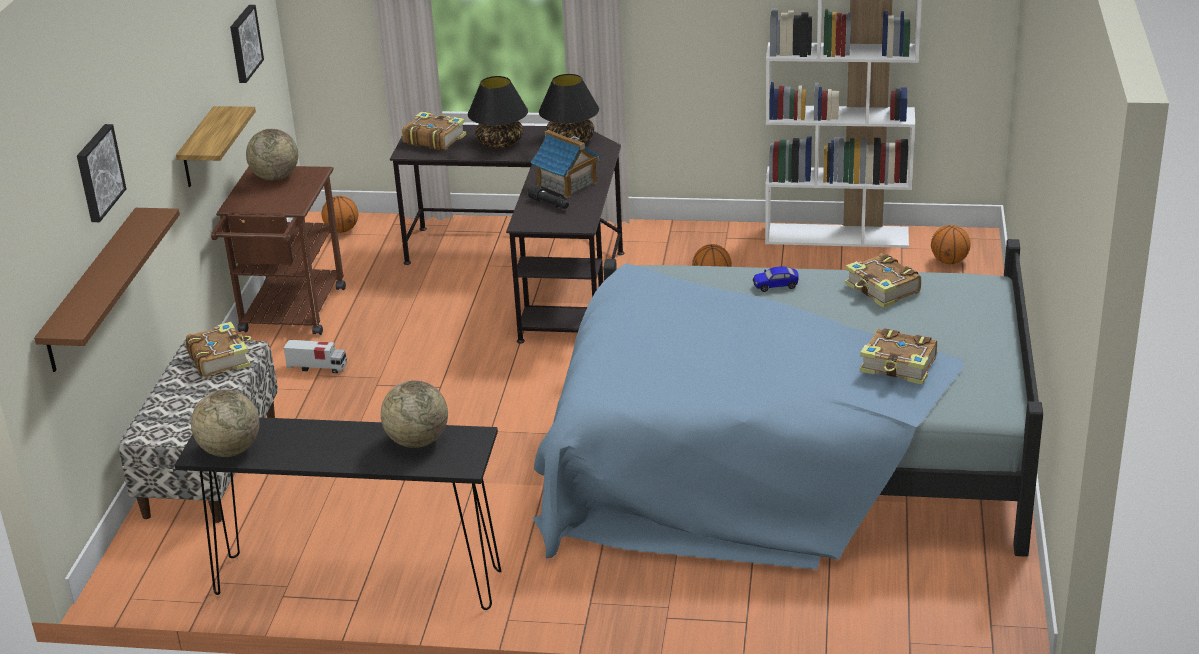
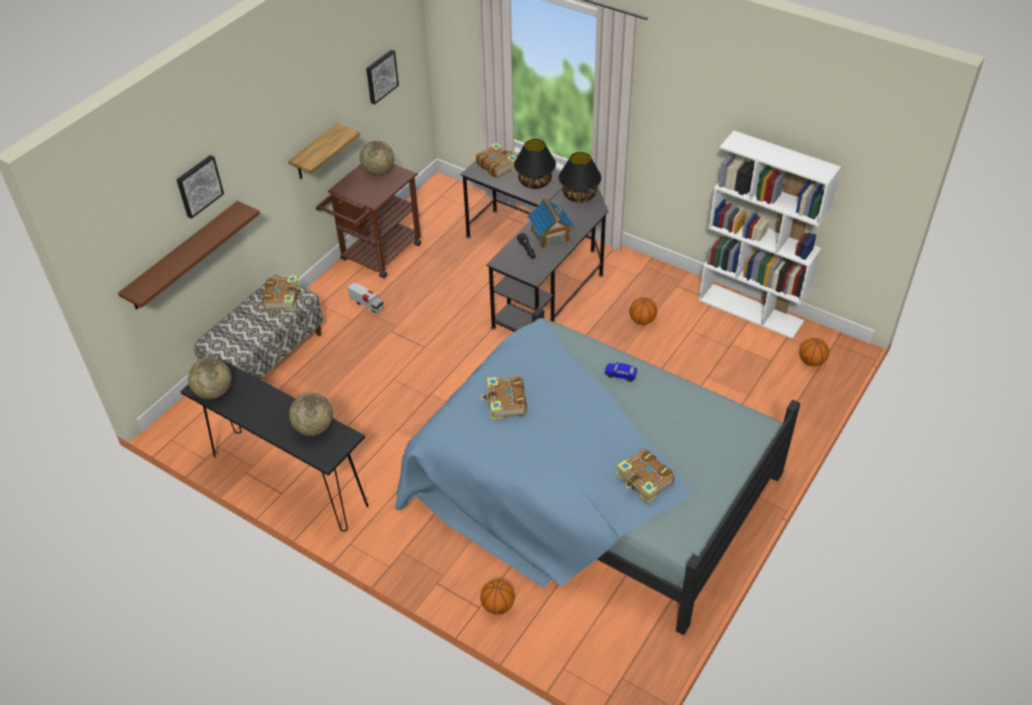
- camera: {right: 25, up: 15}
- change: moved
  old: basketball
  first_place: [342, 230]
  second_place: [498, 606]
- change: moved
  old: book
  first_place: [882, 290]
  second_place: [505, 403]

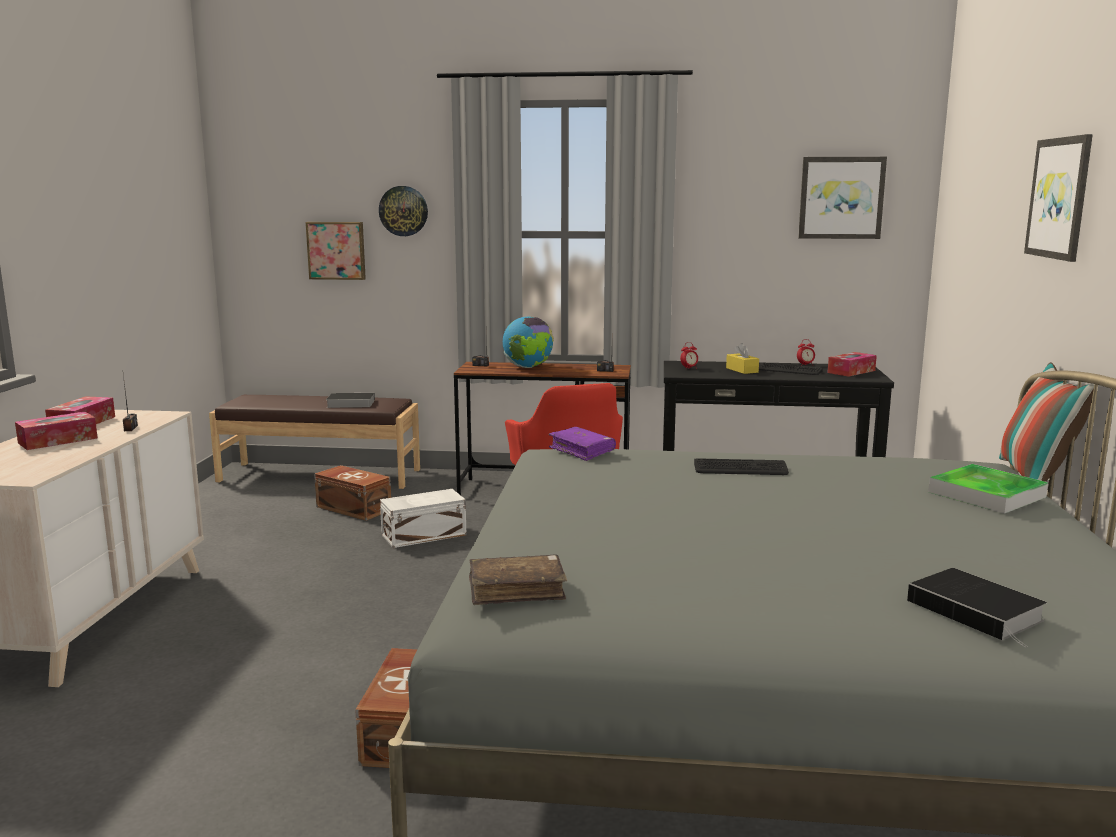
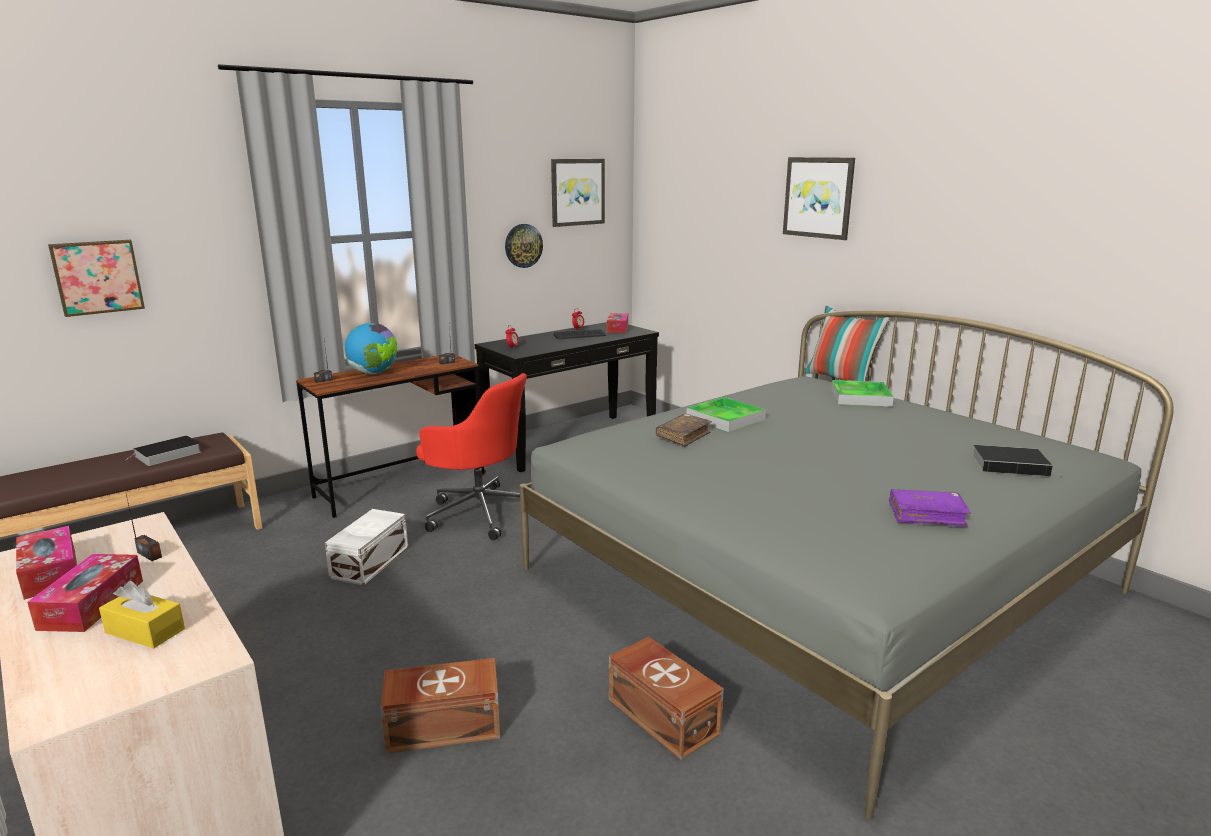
- camera: {right: -45, up: 5}
- change: moved
  old: wall clock
  first_place: [403, 211]
  second_place: [523, 245]
- change: moved
  old: yellow tissue box
  first_place: [742, 370]
  second_place: [145, 631]
- change: moved
  old: purple book
  first_place: [582, 451]
  second_place: [926, 515]
- change: replaced
  old: keyboard
  new: tray
  first_place: [740, 469]
  second_place: [725, 418]
- change: moved
  old: brown storage box
  first_place: [353, 508]
  second_place: [442, 725]
- change: moved
  old: brown book
  first_place: [516, 590]
  second_place: [683, 436]

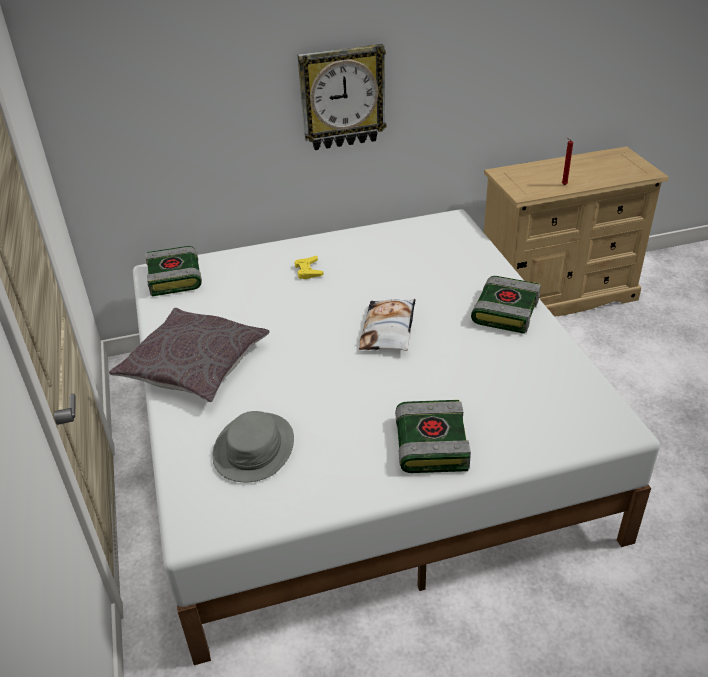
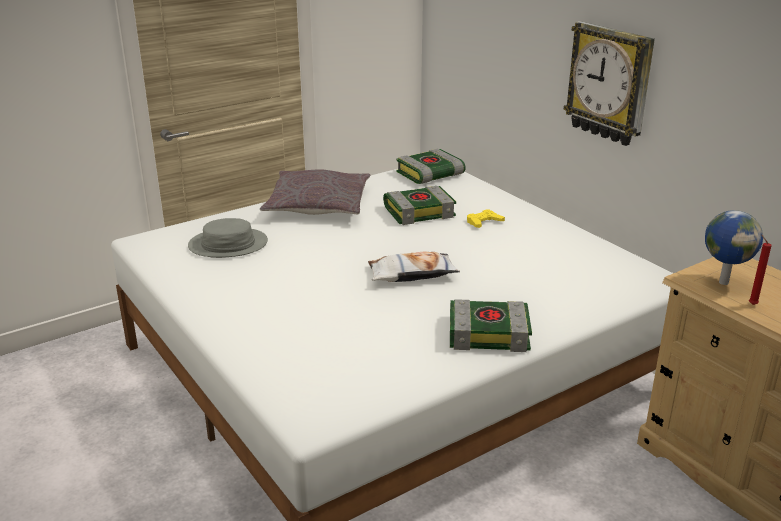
- camera: {right: 70, up: -10}
- change: moved
  old: book
  first_place: [430, 443]
  second_place: [419, 211]
- change: added
  new: globe
  second_place: [723, 282]

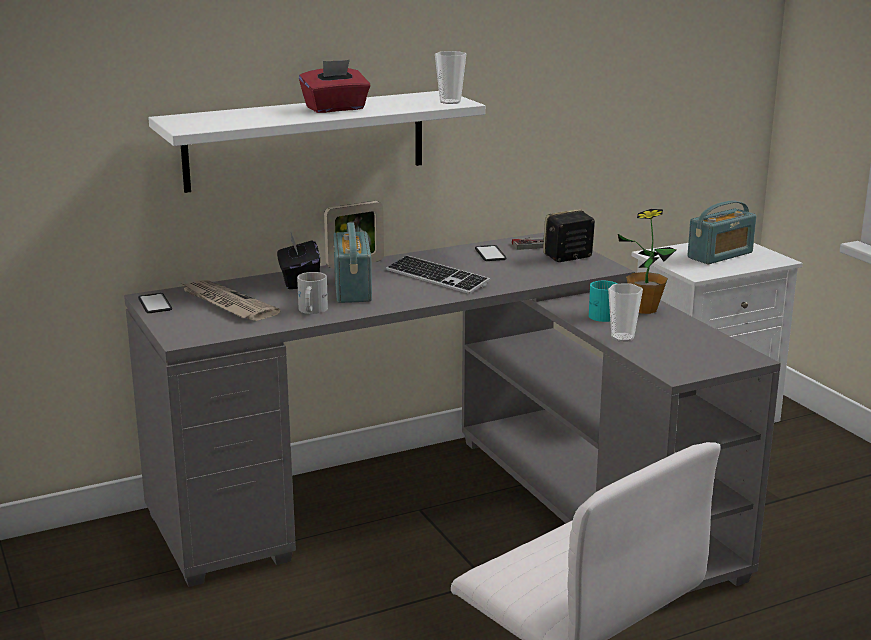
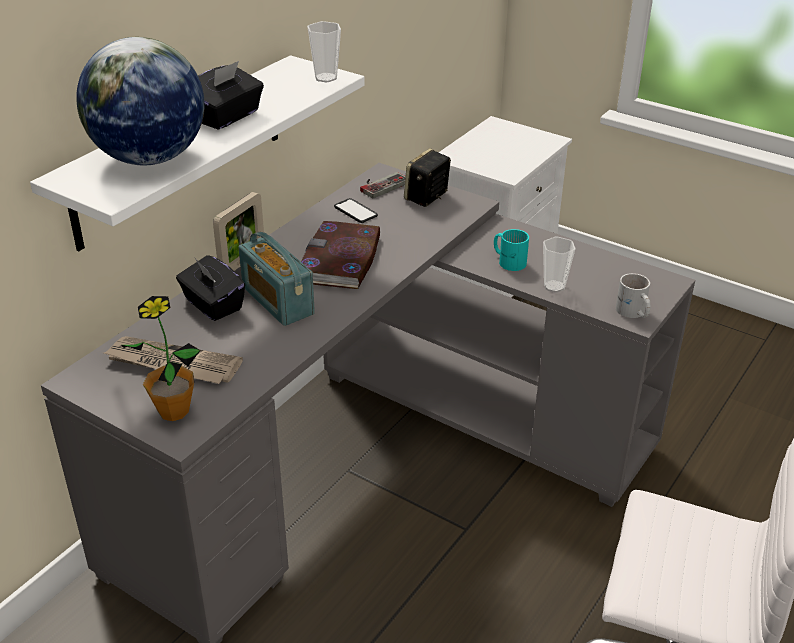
- camera: {right: -30, up: 15}
- change: recoloured
  old: red tissue box
  new: black tissue box
  first_place: [335, 109]
  second_place: [227, 117]
- change: removed
  old: radio
  first_place: [720, 255]
- change: moved
  old: potted plant
  first_place: [645, 309]
  second_place: [174, 411]
- change: replaced
  old: keyboard
  new: book
  first_place: [437, 277]
  second_place: [340, 260]
- change: moved
  old: white mug
  first_place: [310, 310]
  second_place: [632, 313]
- change: removed
  old: phone
  first_place: [155, 304]
- change: added
  new: globe
  second_place: [149, 158]

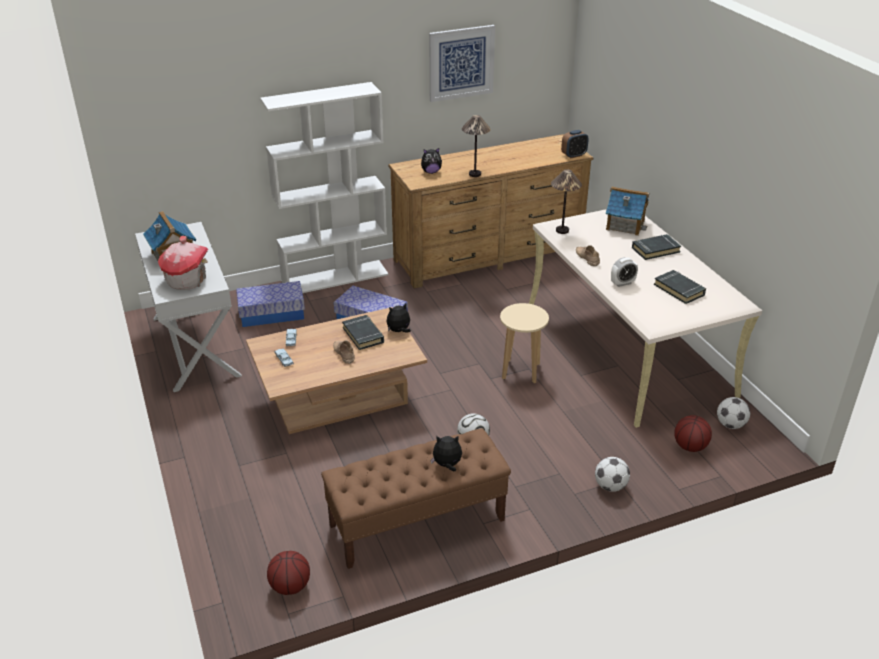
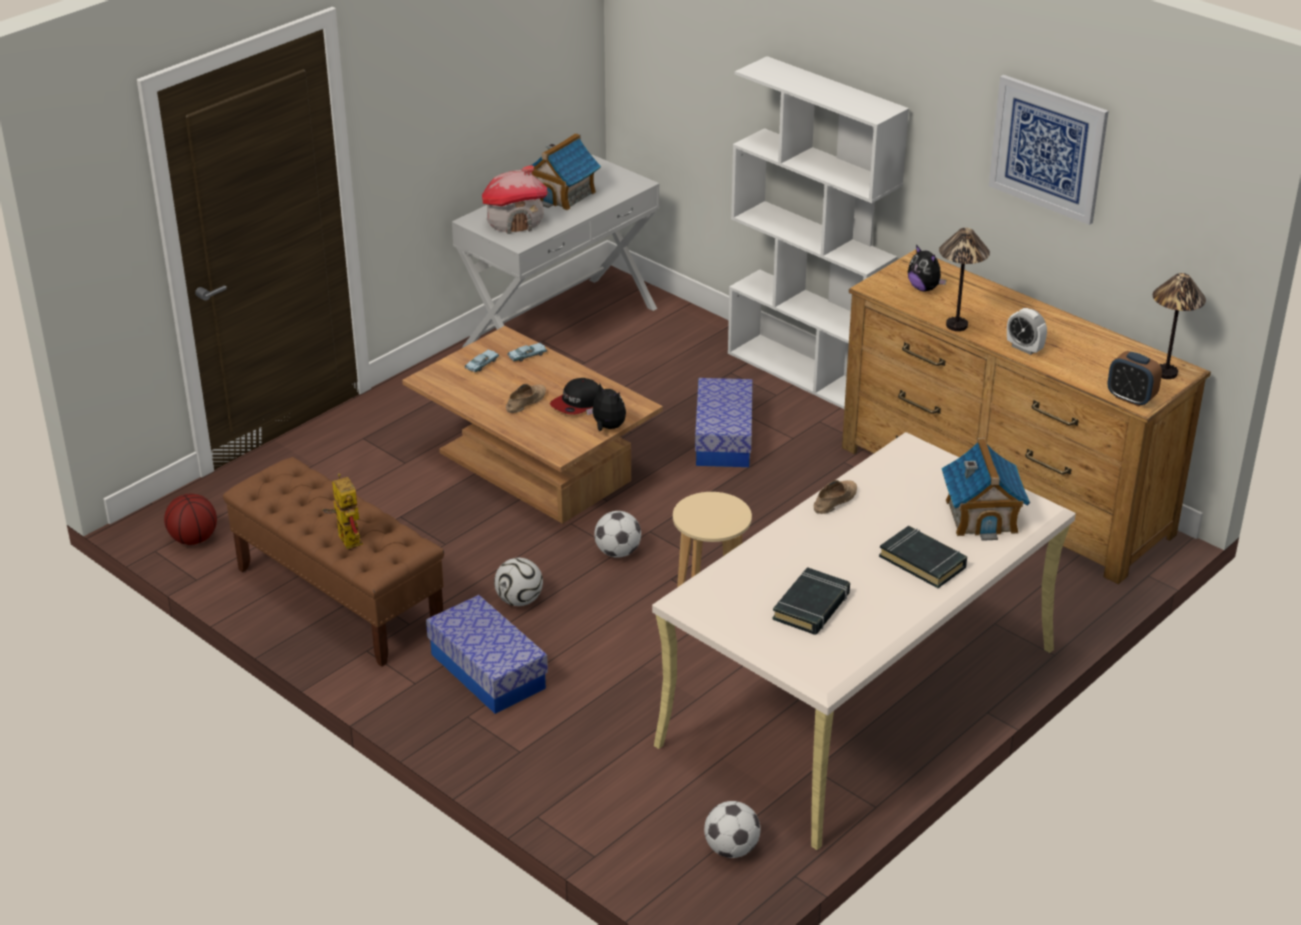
- camera: {right: 65, up: 0}
- change: moved
  old: table lamp
  first_place: [562, 231]
  second_place: [1165, 373]
- change: moved
  old: alarm clock
  first_place: [622, 283]
  second_place: [1024, 348]
- change: moved
  old: storage box
  first_place: [272, 314]
  second_place: [488, 671]
- change: replaced
  old: black book
  new: cap
  first_place: [363, 335]
  second_place: [577, 403]
- change: removed
  old: basketball
  first_place: [689, 446]
- change: replaced
  old: plush toy
  new: toy robot
  first_place: [447, 465]
  second_place: [345, 537]
- change: moved
  old: football
  first_place: [610, 486]
  second_place: [618, 552]

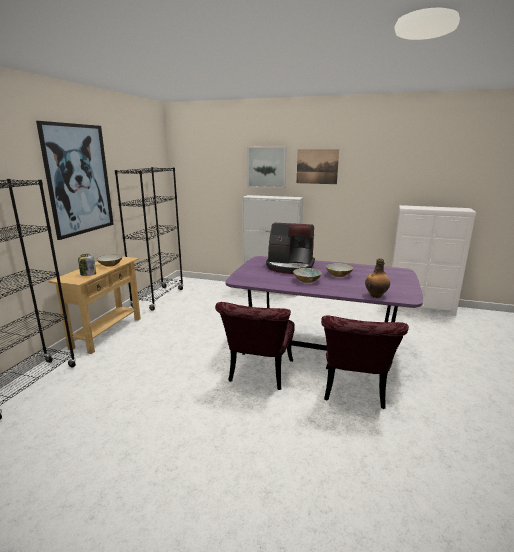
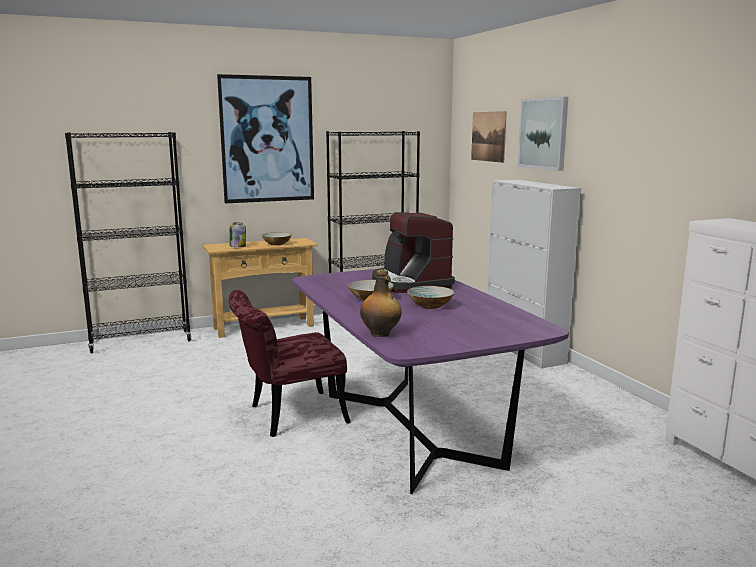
- camera: {right: 50, up: -5}
- change: moved
  old: picture
  first_place: [317, 166]
  second_place: [488, 136]
- change: removed
  old: red chair
  first_place: [354, 392]

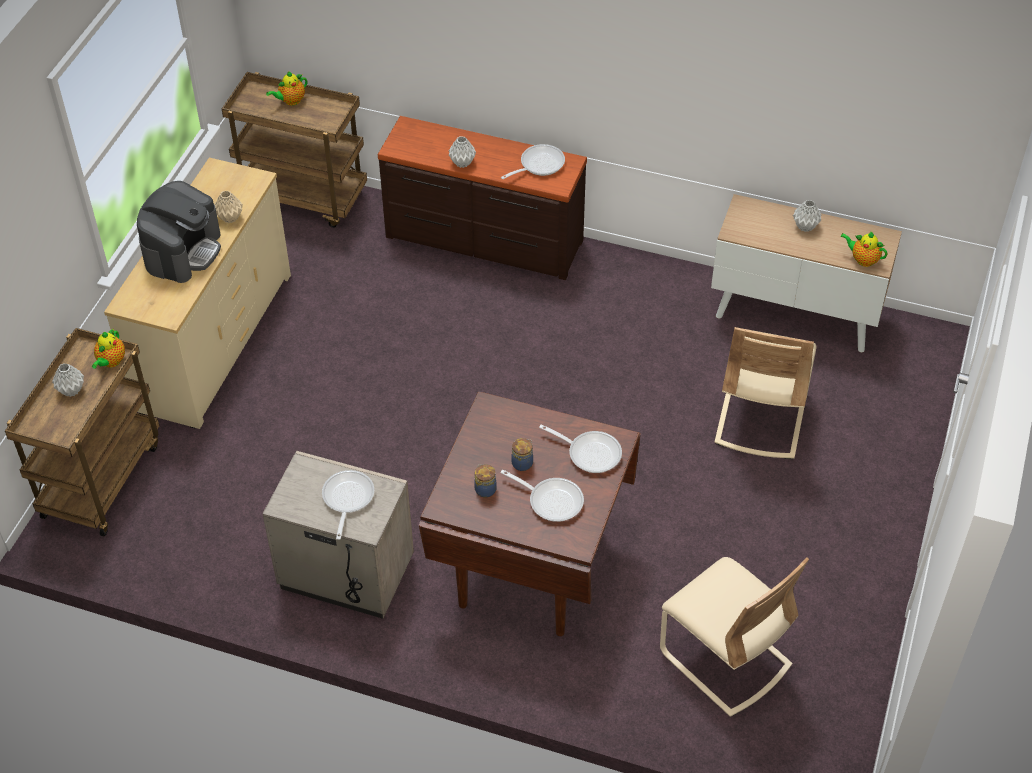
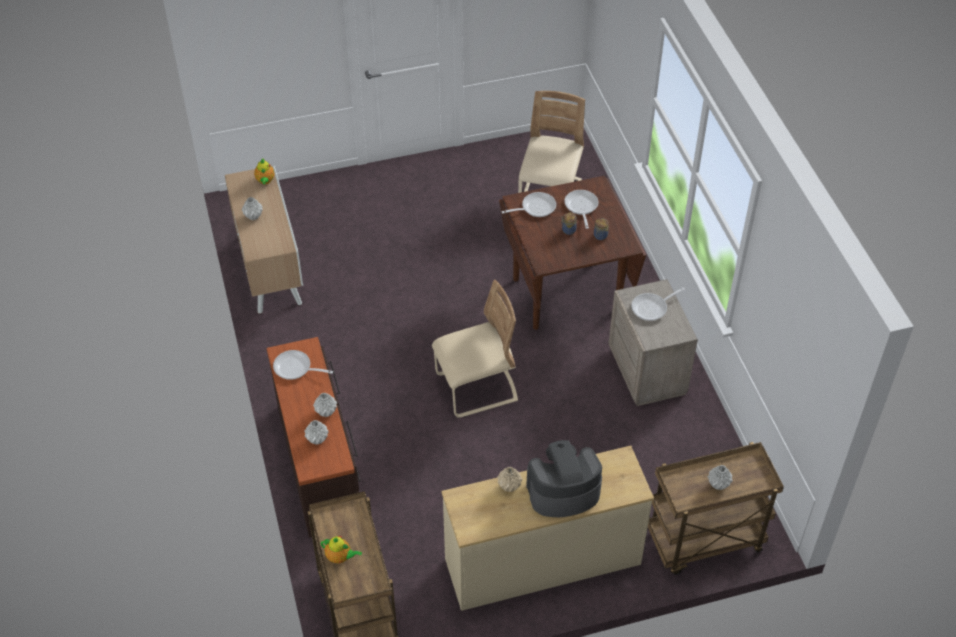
- camera: {right: -125, up: 0}
- change: moved
  old: beige chair
  first_place: [760, 418]
  second_place: [476, 388]
- change: removed
  old: teapot
  first_place: [111, 362]
- change: turned
  old: frying pan
  first_place: [590, 453]
  second_place: [535, 207]
  degrees: 75
- change: added
  new: grey vase
  second_place: [317, 439]

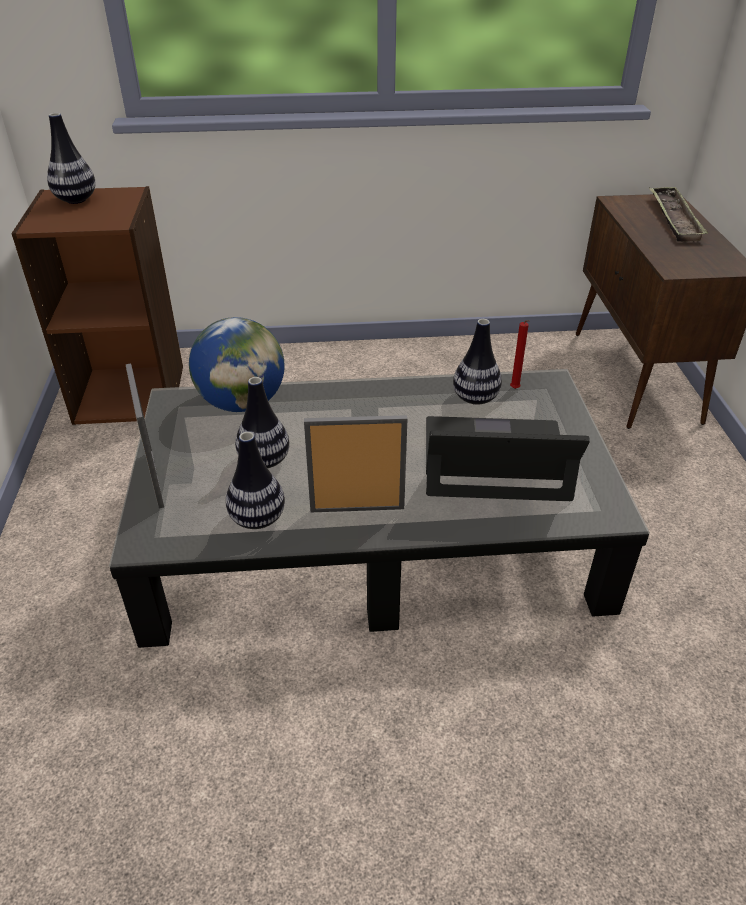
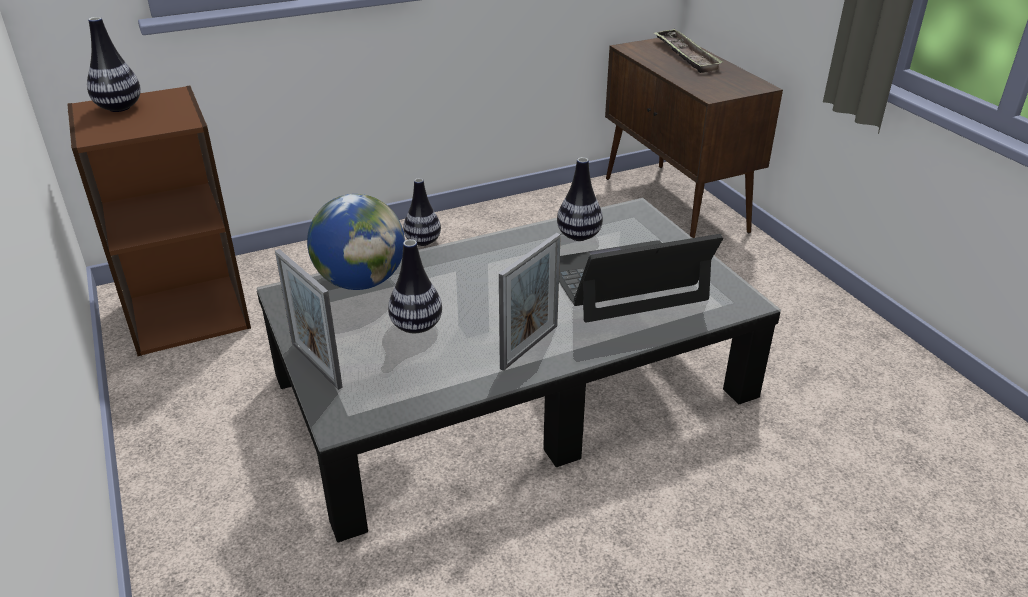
- camera: {right: -20, up: -5}
- change: removed
  old: red candle
  first_place: [515, 389]
- change: turned
  old: picture frame
  first_place: [357, 509]
  second_place: [529, 347]
  degrees: 150
- change: moved
  old: vase
  first_place: [258, 519]
  second_place: [423, 242]

